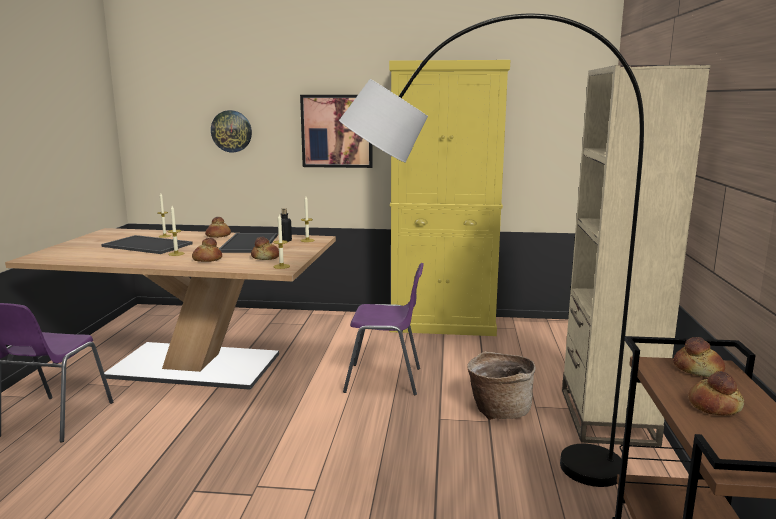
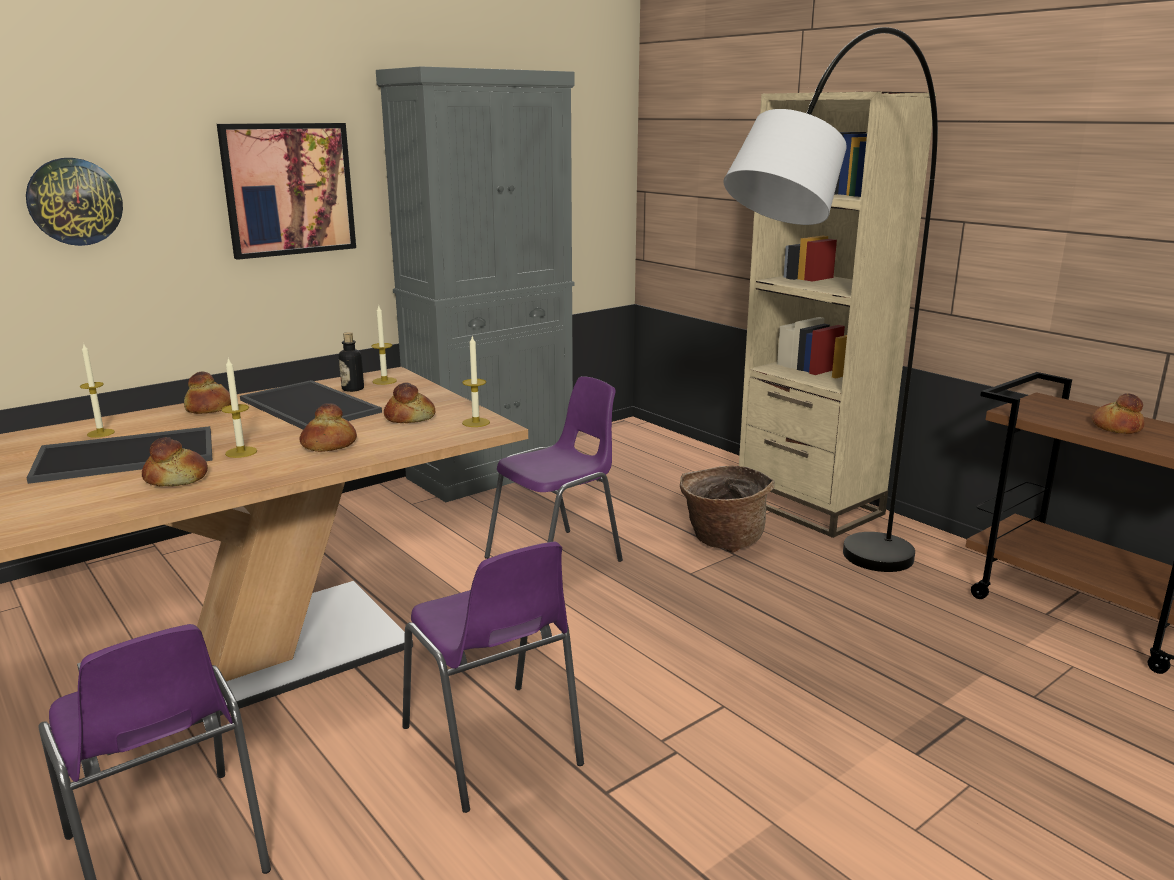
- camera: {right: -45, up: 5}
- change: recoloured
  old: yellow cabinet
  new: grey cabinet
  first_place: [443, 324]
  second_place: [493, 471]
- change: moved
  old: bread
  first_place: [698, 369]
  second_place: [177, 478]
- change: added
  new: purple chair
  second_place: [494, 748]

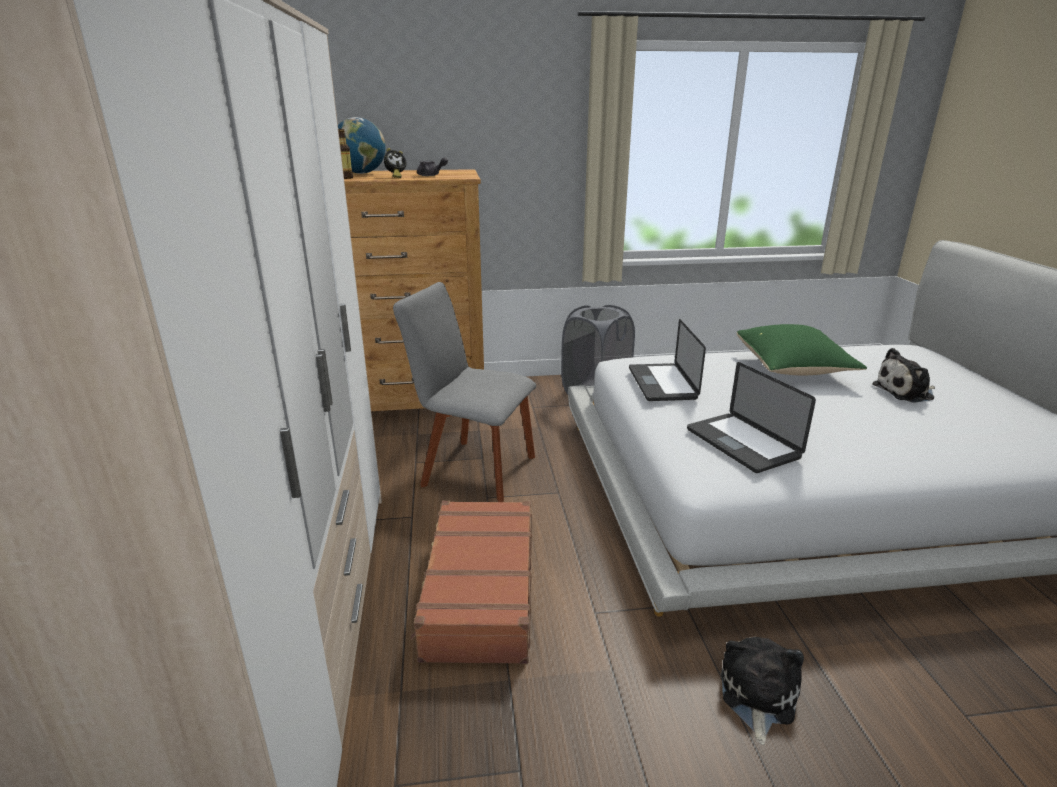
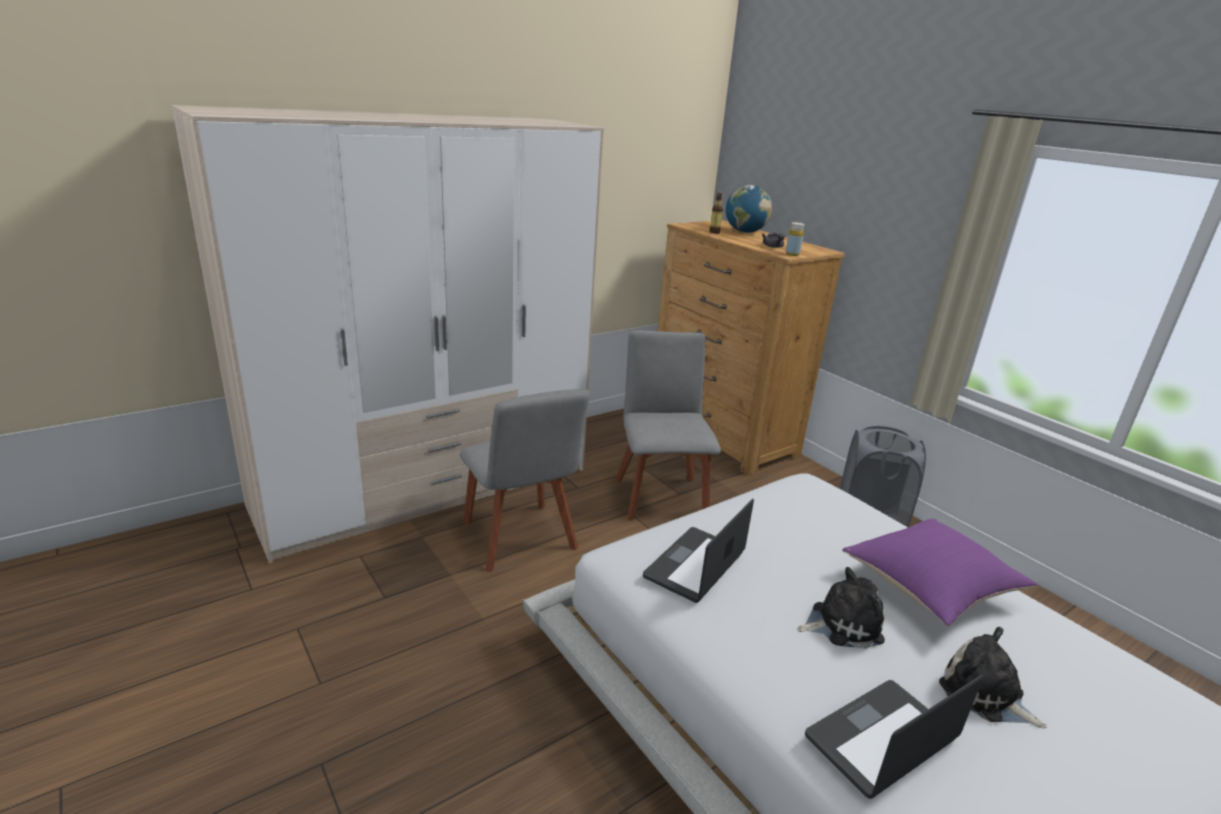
- camera: {right: 60, up: 0}
- change: removed
  old: alarm clock
  first_place: [395, 177]
- change: moved
  old: laptop
  first_place: [662, 383]
  second_place: [881, 738]
- change: recoloured
  old: green pillow
  new: purple pillow
  first_place: [793, 369]
  second_place: [930, 590]
- change: replaced
  old: brown suitcase
  new: grey chair
  first_place: [479, 592]
  second_place: [521, 539]
- change: moved
  old: plush toy
  first_place: [757, 696]
  second_place: [841, 624]
- change: added
  new: yellow bottle
  second_place: [792, 254]

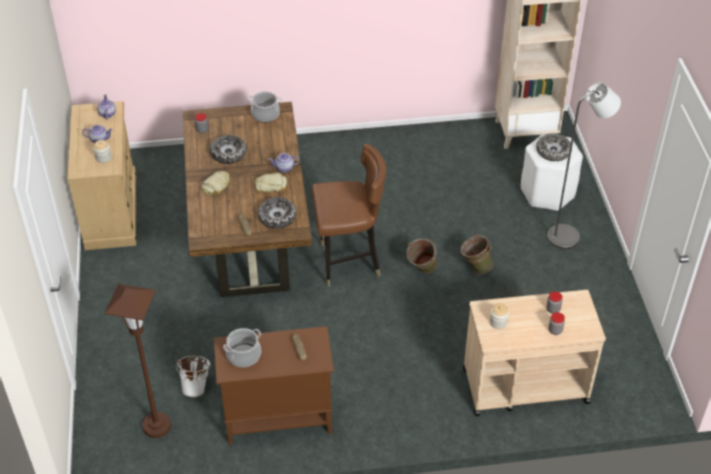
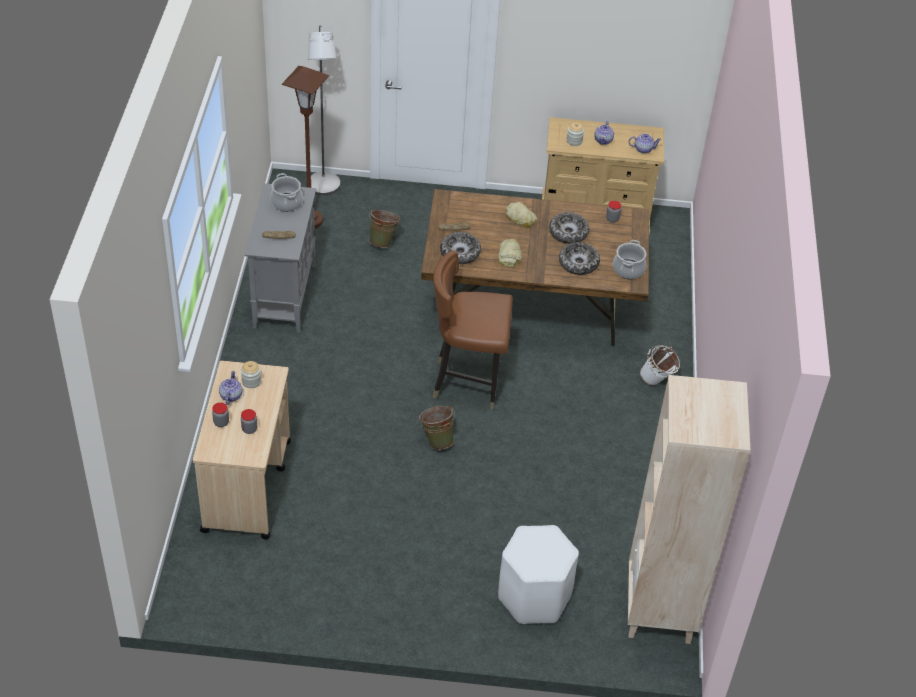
- camera: {right: 100, up: 0}
- change: moved
  old: grey floor lamp
  first_place: [569, 235]
  second_place: [324, 189]
- change: moved
  old: bowl
  first_place: [553, 151]
  second_place: [578, 263]
- change: turned
  old: brown chair
  first_place: [348, 262]
  second_place: [468, 382]
  degrees: 90
- change: moved
  old: teapot
  first_place: [284, 168]
  second_place: [230, 396]
- change: moved
  old: green bucket
  first_place: [475, 267]
  second_place: [383, 241]
- change: recoloured
  old: brown cabinet
  new: grey cabinet
  first_place: [277, 419]
  second_place: [284, 295]
- change: moved
  old: white bucket
  first_place: [196, 386]
  second_place: [657, 381]

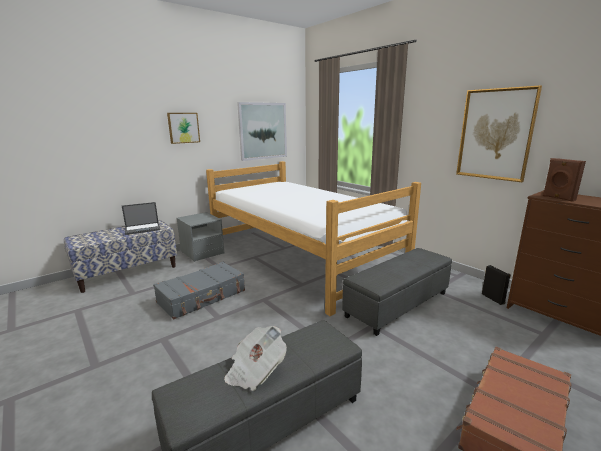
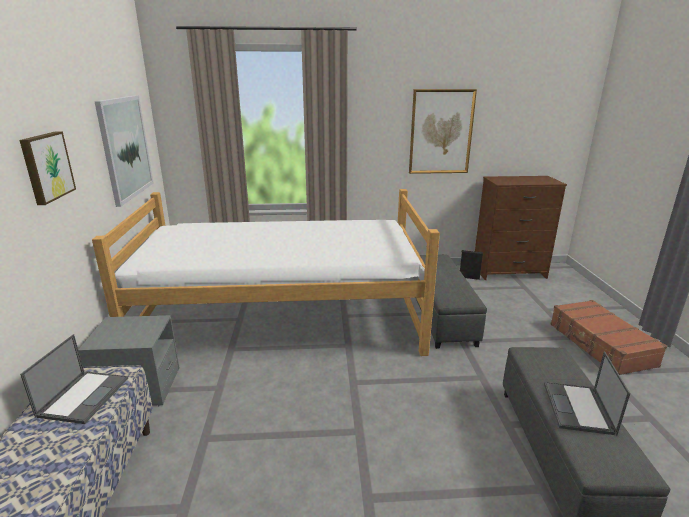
- camera: {right: -55, up: 5}
- change: removed
  old: brown speaker
  first_place: [558, 198]
- change: removed
  old: grey suitcase
  first_place: [202, 297]
- change: replaced
  old: newspaper
  new: laptop
  first_place: [255, 370]
  second_place: [578, 408]

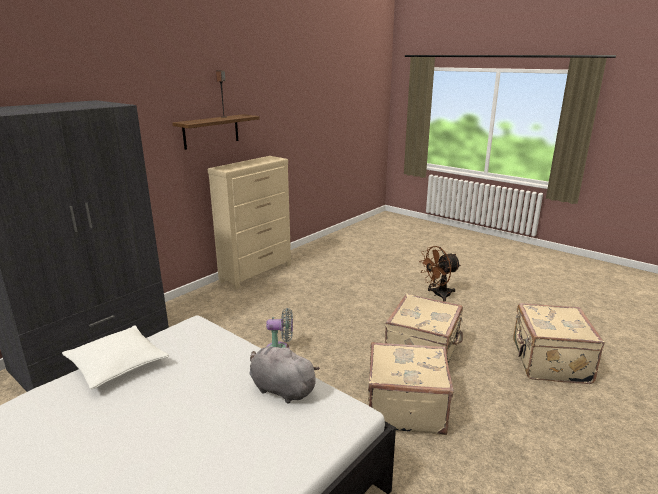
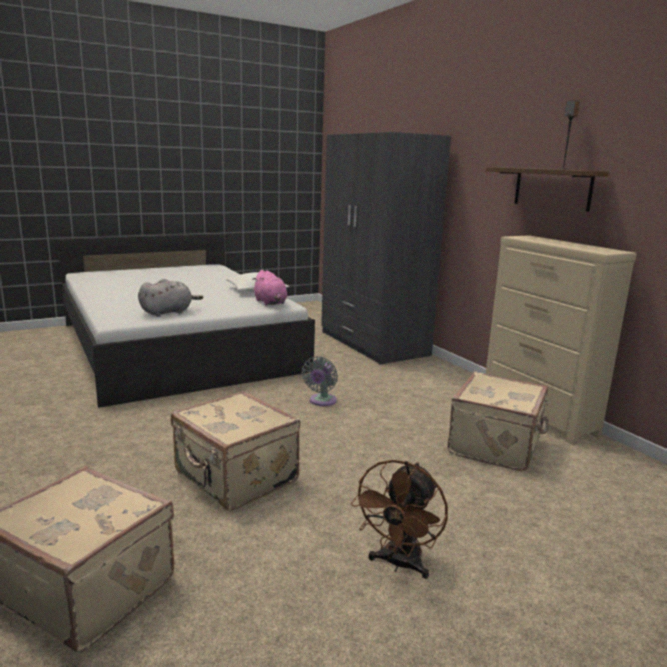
- camera: {right: 110, up: -5}
- change: turned
  old: brown fan
  first_place: [438, 295]
  second_place: [399, 564]
  degrees: -150
- change: moved
  old: beige suitcase
  first_place: [405, 407]
  second_place: [496, 446]
- change: added
  new: pink plush toy
  second_place: [270, 303]

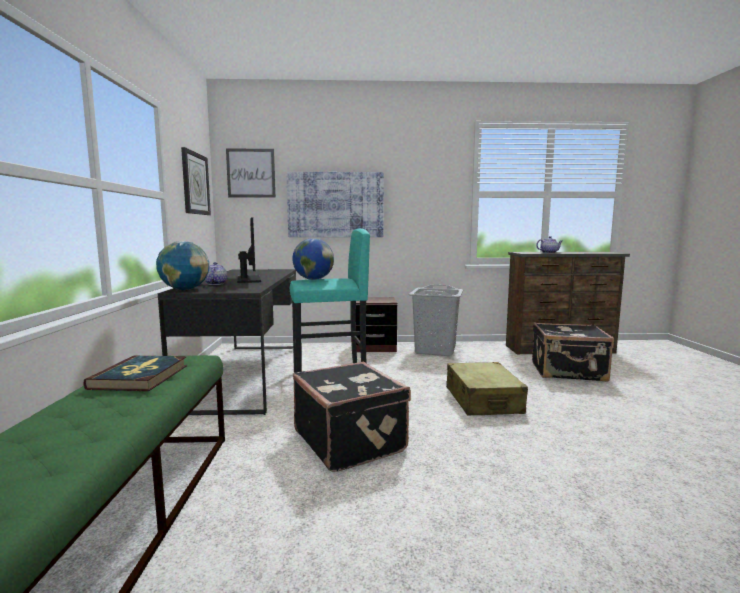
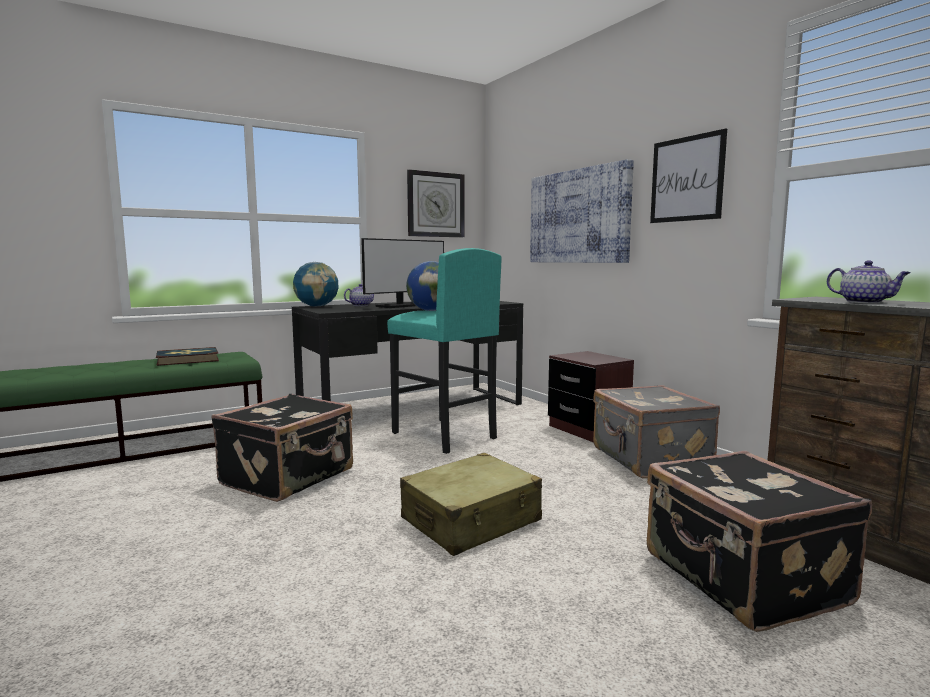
- camera: {right: 60, up: 0}
- change: moved
  old: picture
  first_place: [251, 173]
  second_place: [686, 179]
- change: replaced
  old: grey laundry basket
  new: grey suitcase
  first_place: [435, 350]
  second_place: [649, 460]

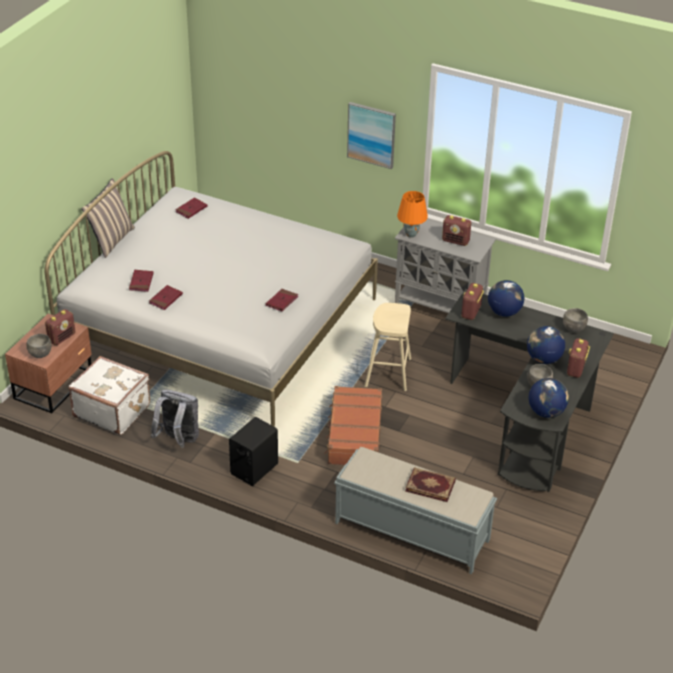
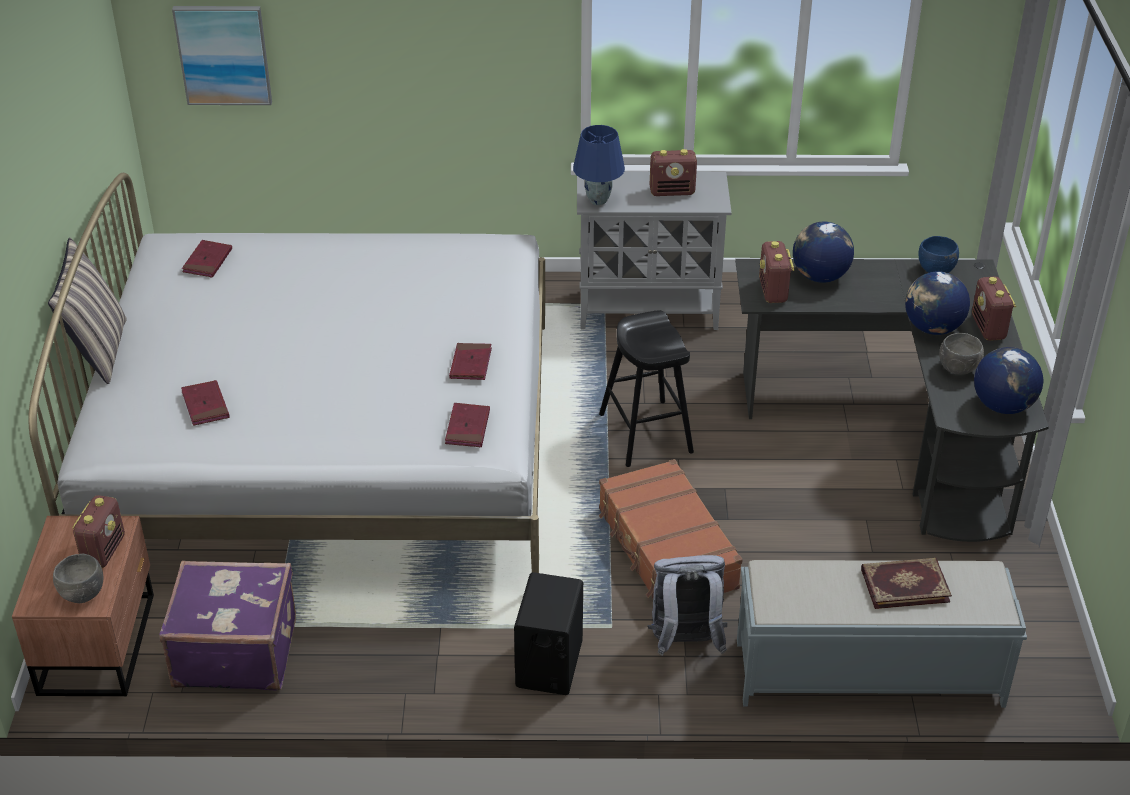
- camera: {right: -25, up: 0}
- change: moved
  old: picture
  first_place: [371, 134]
  second_place: [223, 54]
- change: recoloured
  old: orange table lamp
  new: blue table lamp
  first_place: [411, 235]
  second_place: [598, 201]
- change: moved
  old: red book
  first_place: [165, 299]
  second_place: [467, 427]
- change: recoloured
  old: beige stool
  new: black stool
  first_place: [388, 372]
  second_place: [645, 433]
- change: recoloured
  old: grey bowl
  new: blue bowl
  first_place: [573, 328]
  second_place: [935, 270]
- change: recoloured
  old: white suitcase
  new: purple suitcase
  first_place: [112, 410]
  second_place: [235, 651]
- change: moved
  old: grey backpack
  first_place: [178, 440]
  second_place: [685, 643]

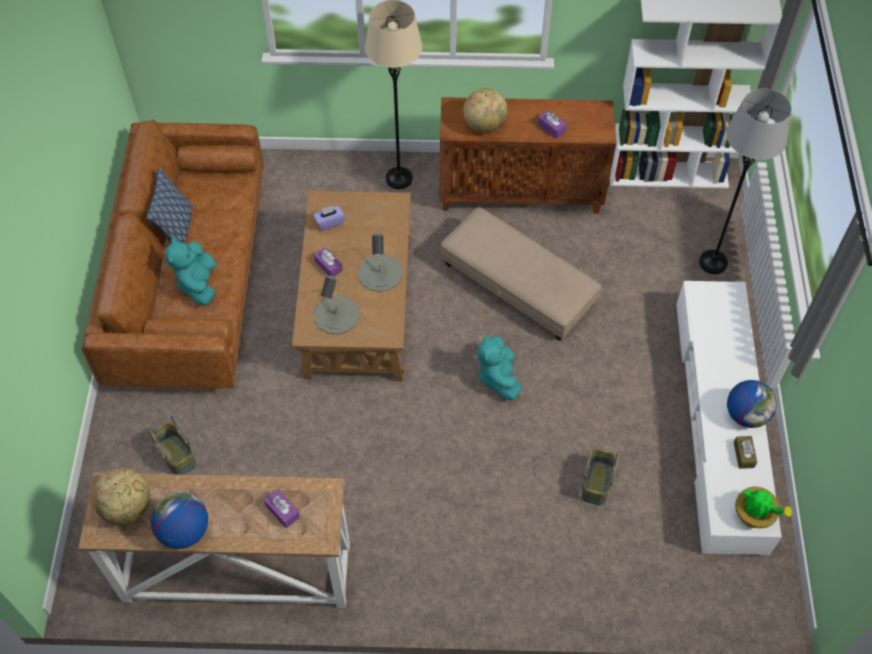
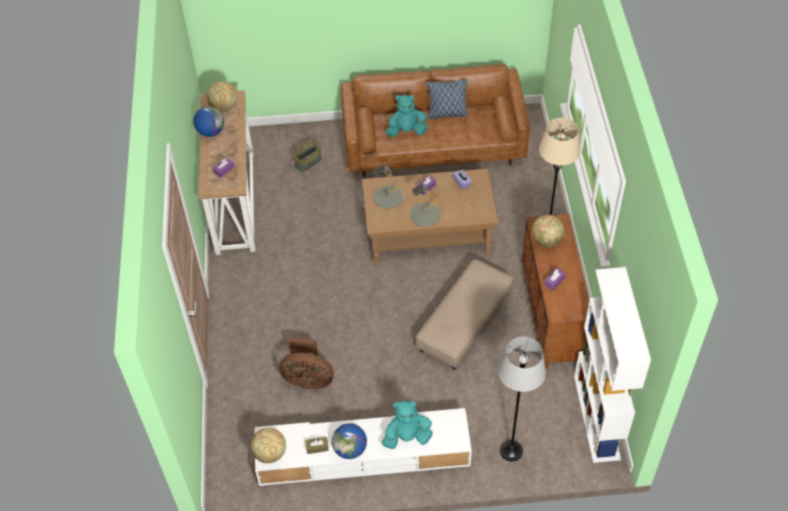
- camera: {right: 85, up: -5}
- change: moved
  old: turquoise plush toy
  first_place: [498, 377]
  second_place: [407, 437]
- change: replaced
  old: basket
  new: brown fan
  first_place: [595, 482]
  second_place: [308, 378]
- change: replaced
  old: potted plant
  new: globe
  first_place: [754, 516]
  second_place: [270, 453]

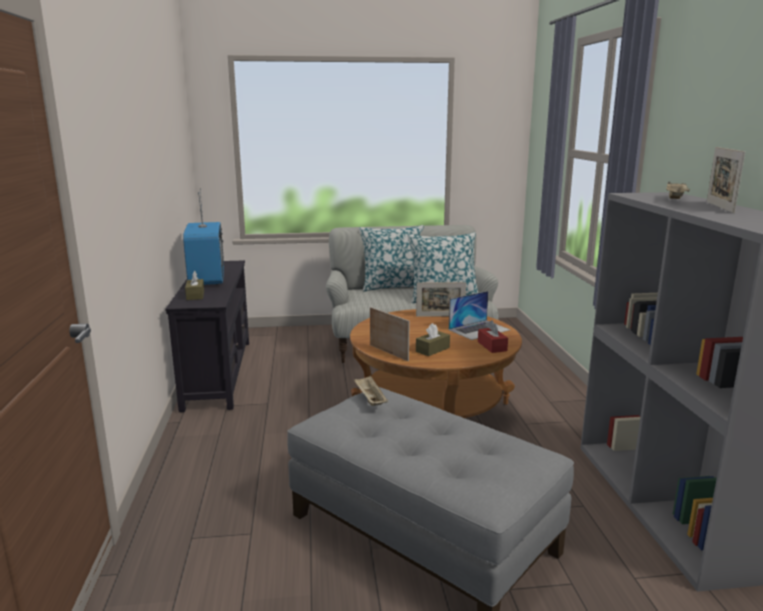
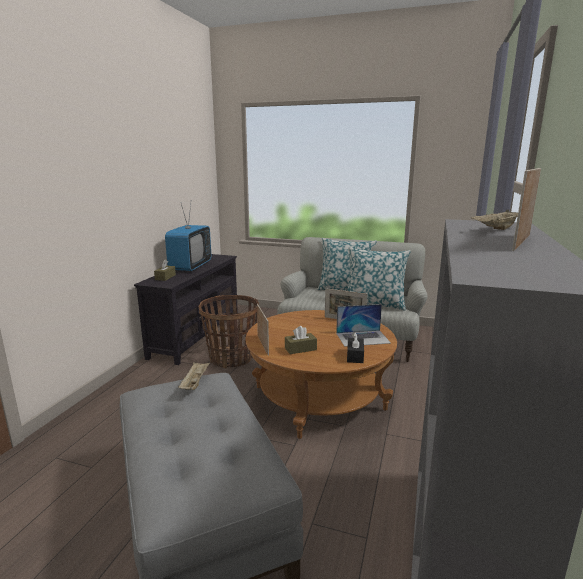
- camera: {right: 25, up: 0}
- change: recoloured
  old: red tissue box
  new: black tissue box
  first_place: [492, 346]
  second_place: [355, 356]
- change: added
  new: basket
  second_place: [231, 358]

